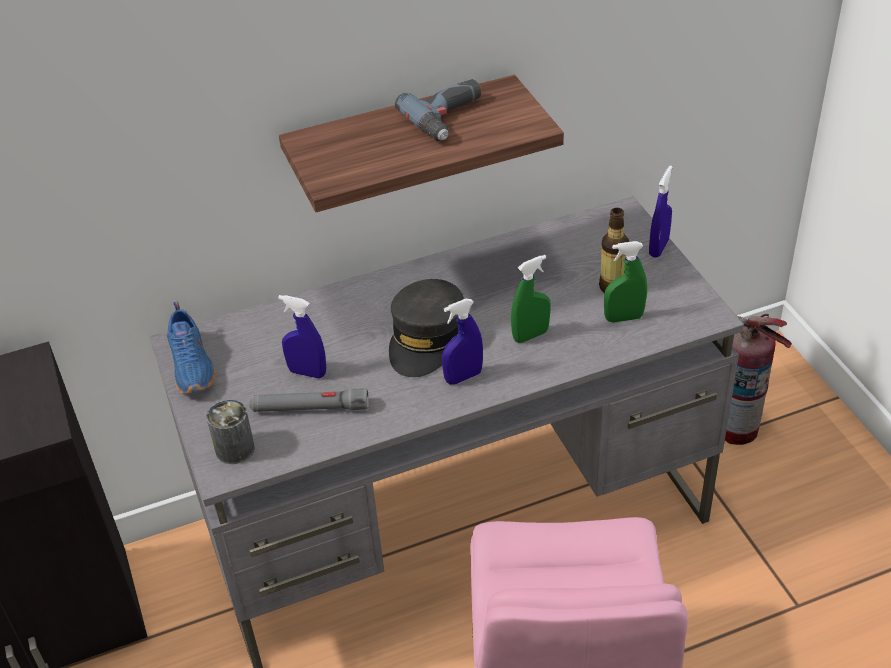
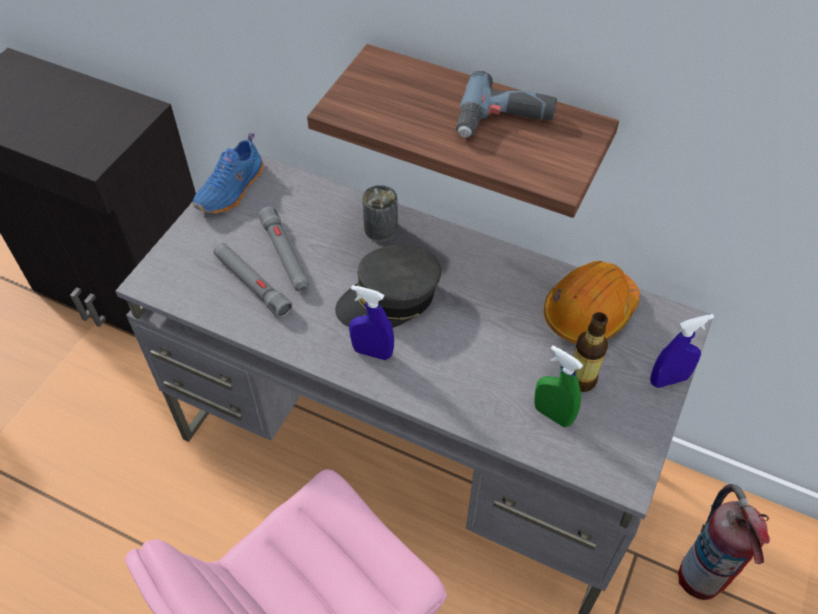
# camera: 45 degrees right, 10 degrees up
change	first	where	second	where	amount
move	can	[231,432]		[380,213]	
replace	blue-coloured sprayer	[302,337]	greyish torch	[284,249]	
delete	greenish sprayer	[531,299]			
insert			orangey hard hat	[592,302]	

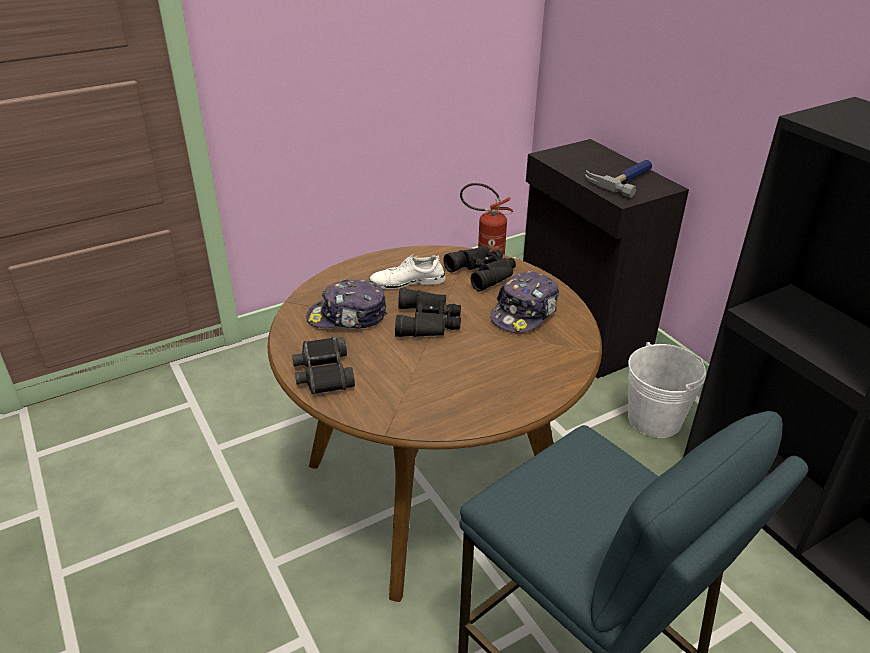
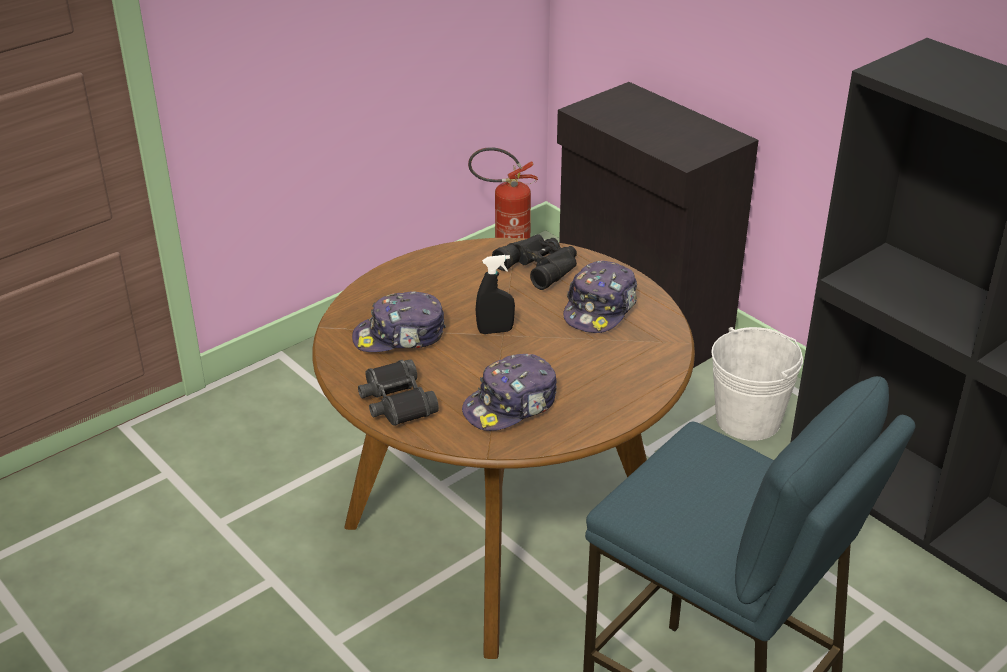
# camera: 10 degrees left, 0 degrees up
change	first	where	second	where	amount
delete	whitish item of footwear	[407,271]			
replace	black-coloured binoculars	[428,312]	black-coloured sprayer	[495,294]	
delete	tool hammer	[618,179]			
insert			baseball cap	[509,392]	

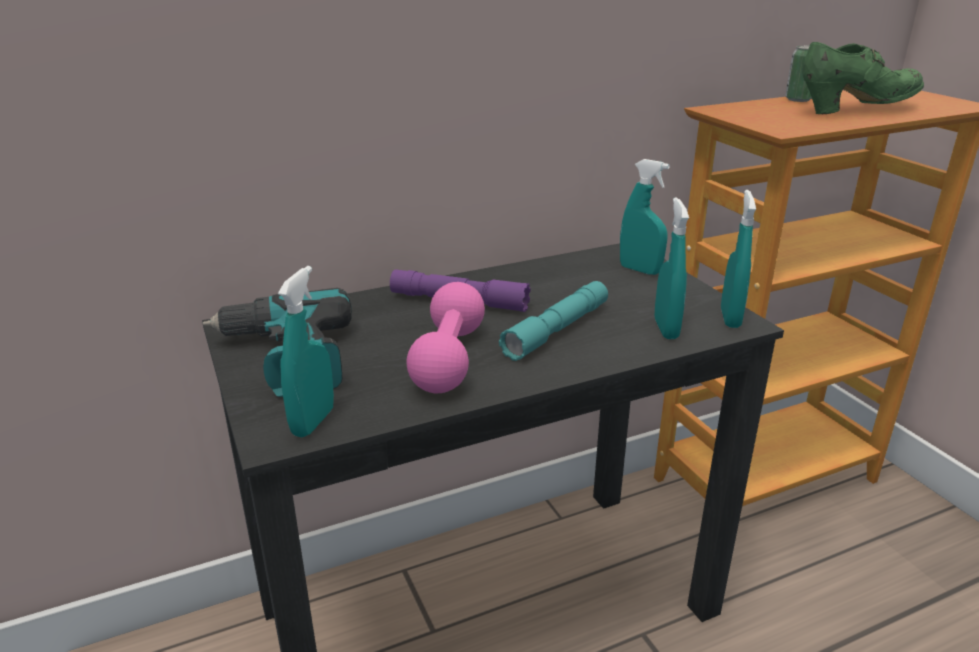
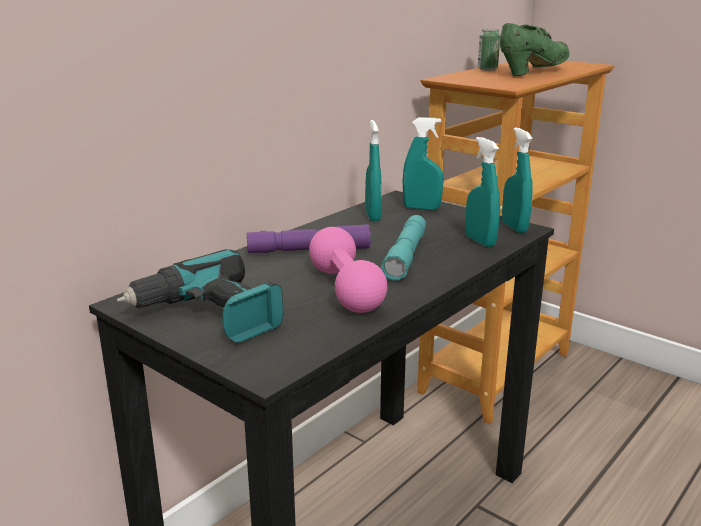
# camera: 25 degrees left, 5 degrees down
change	first	where	second	where	amount
move	blue-green sprayer	[306,351]		[373,170]	

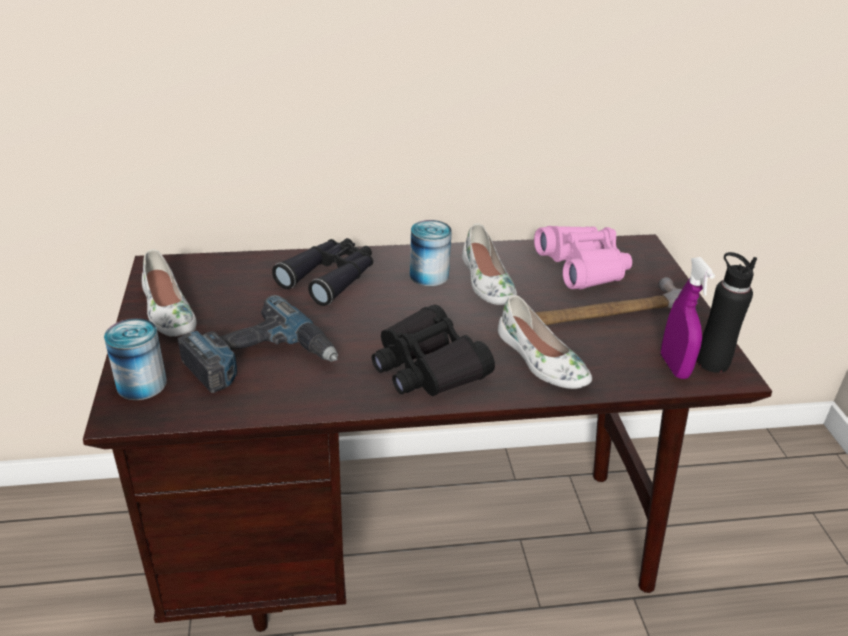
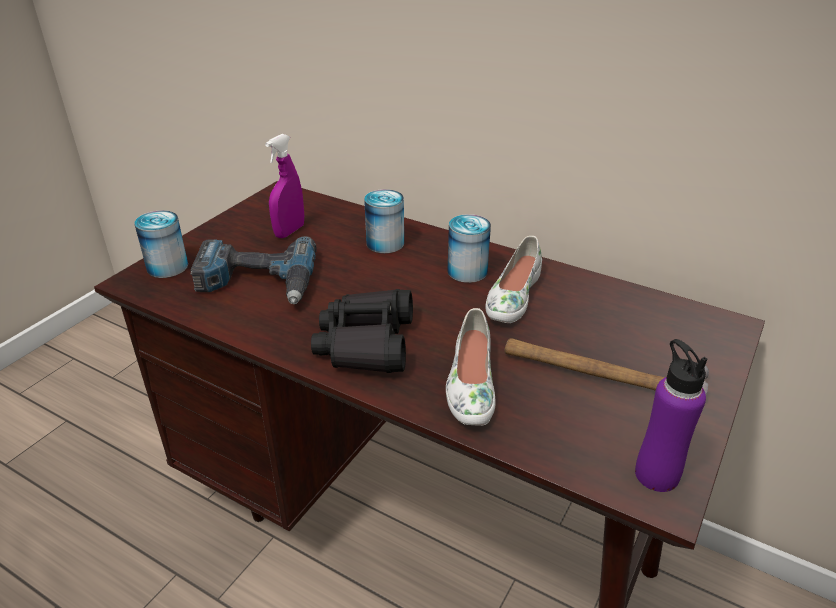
# camera: 40 degrees right, 0 degrees up
change	first	where	second	where	amount
delete	whitish item of footwear	[169,293]			
replace	black-coloured binoculars	[322,272]	can	[384,221]	
delete	pink-coloured binoculars	[583,257]			
move	purple-coloured sprayer	[688,318]		[284,186]	
recolor	black-coloured bottle	[726,312]	purple-coloured bottle	[671,415]	

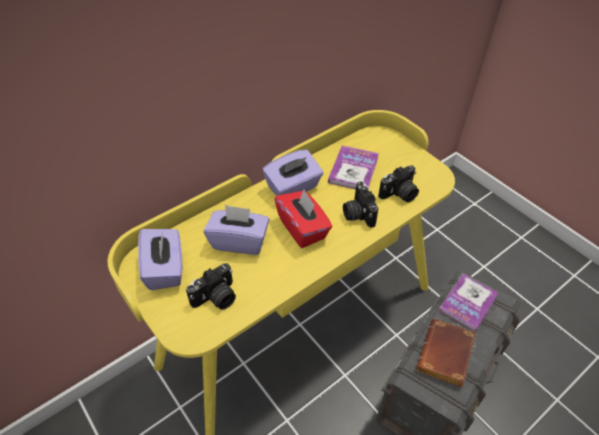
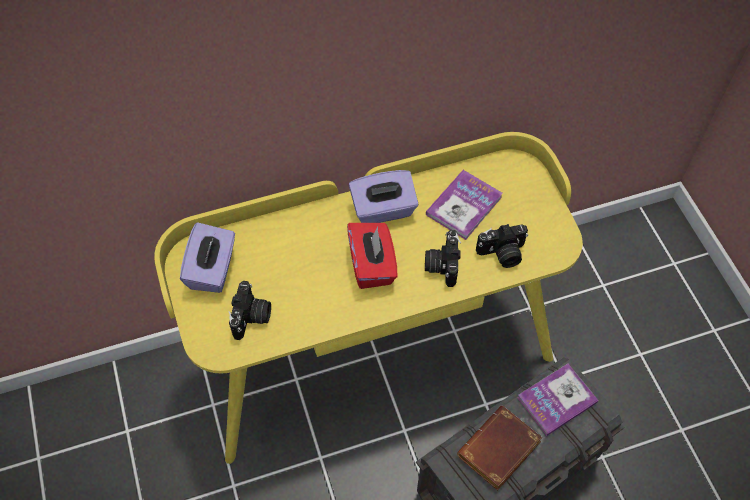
# camera: 20 degrees right, 10 degrees up
change	first	where	second	where	amount
rotate	photo camera	[211,286]		[249,310]	60 degrees counterclockwise
delete	purple-coloured tissue holder	[237,230]			

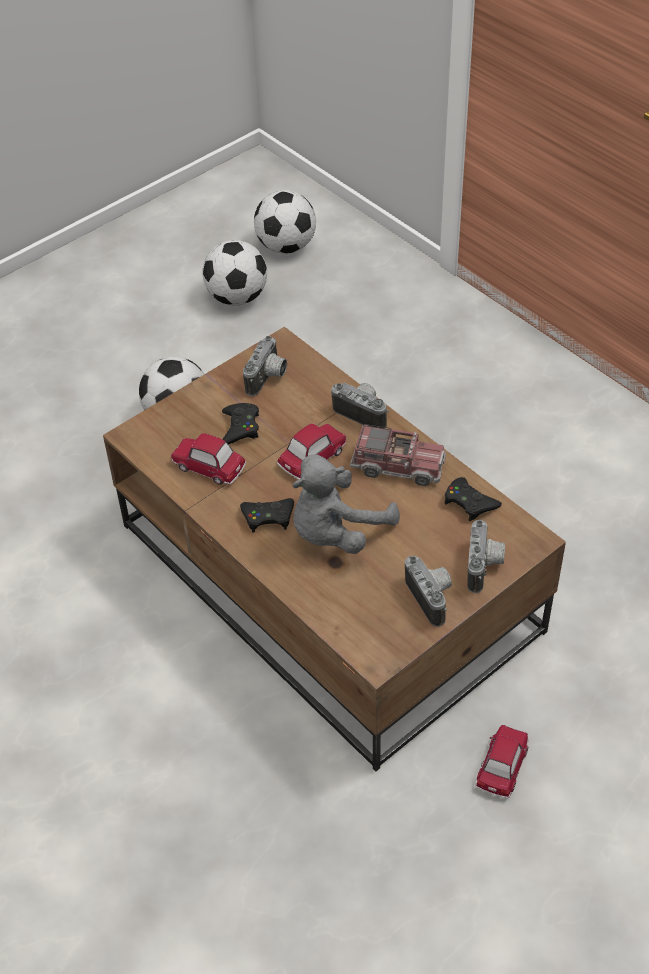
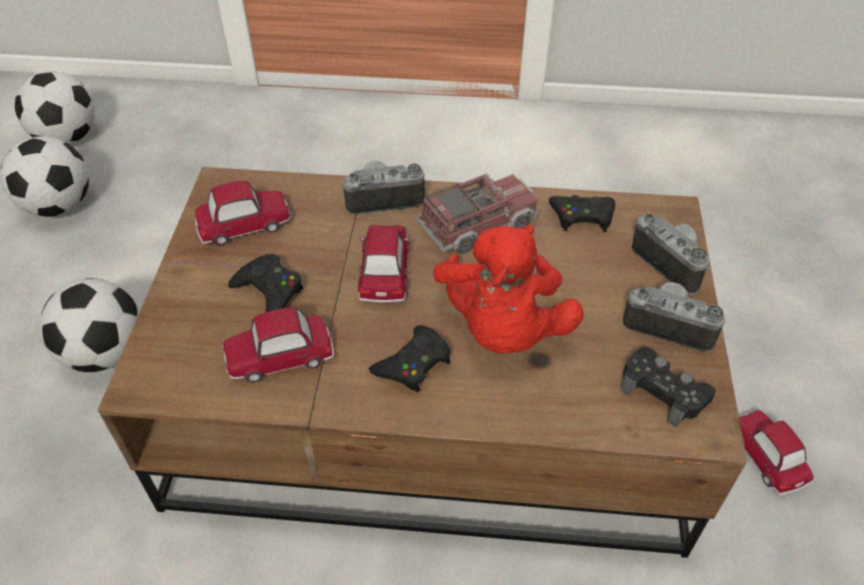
# camera: 45 degrees left, 0 degrees up
change	first	where	second	where	amount
replace	photo camera	[265,366]	model car	[242,213]	
recolor	greyish plush toy	[346,504]	red plush toy	[508,289]	
insert			black-coloured joypad	[668,386]	

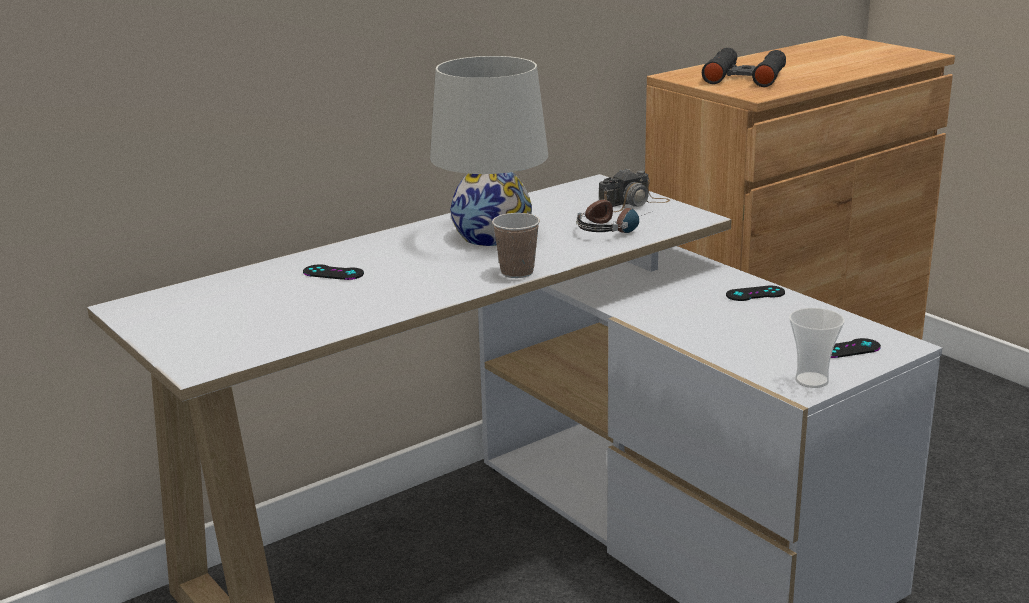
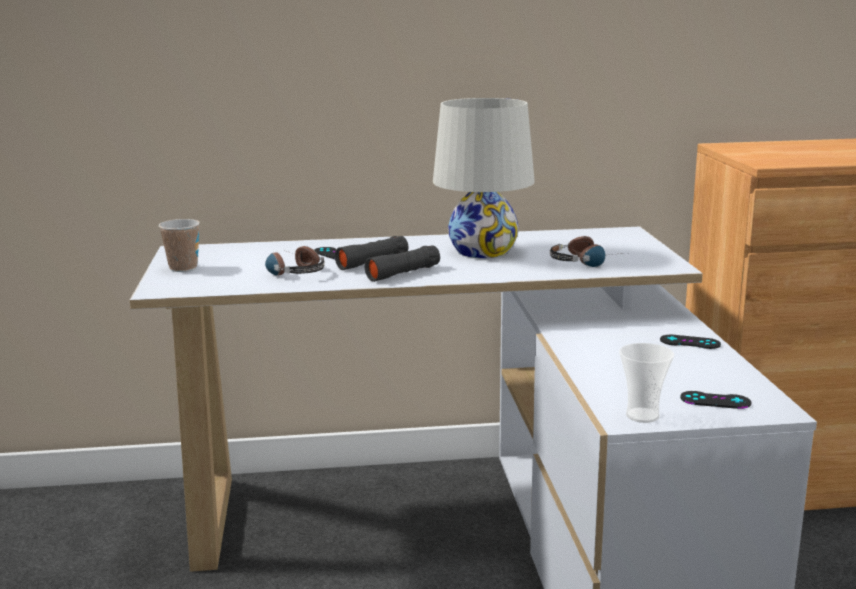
# camera: 30 degrees right, 5 degrees down
change	first	where	second	where	amount
move	drinking cup	[516,245]		[179,245]	
delete	photo camera	[634,190]			
move	black-coloured binoculars	[744,67]		[387,259]	
insert			headphones	[295,261]	

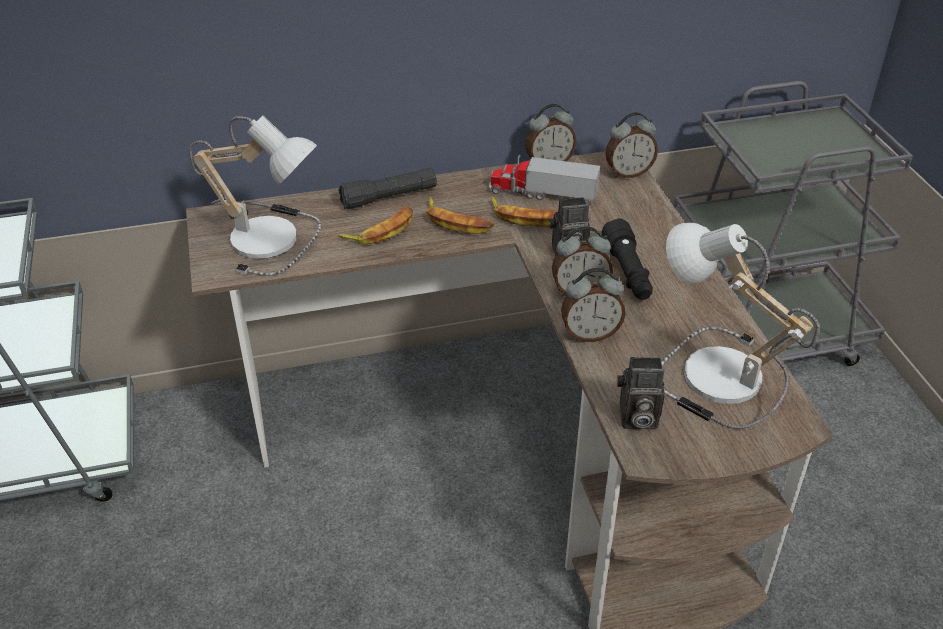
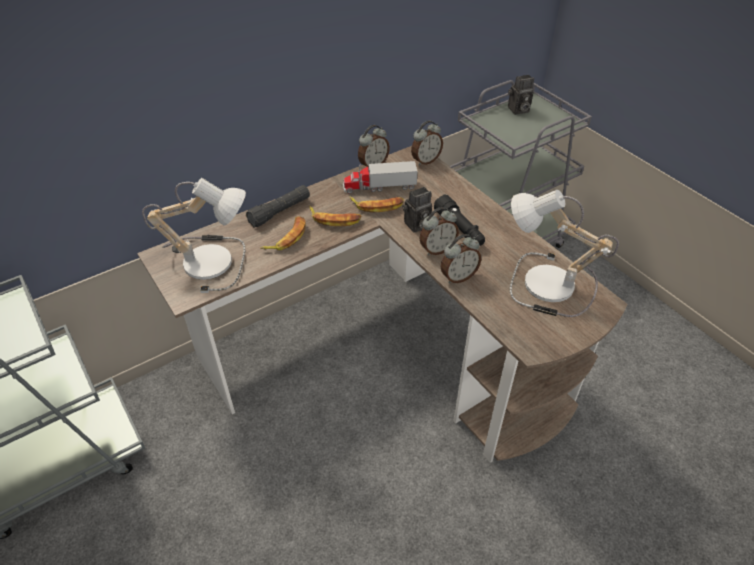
# camera: 20 degrees left, 5 degrees up
change	first	where	second	where	amount
move	photo camera	[641,393]		[521,95]	

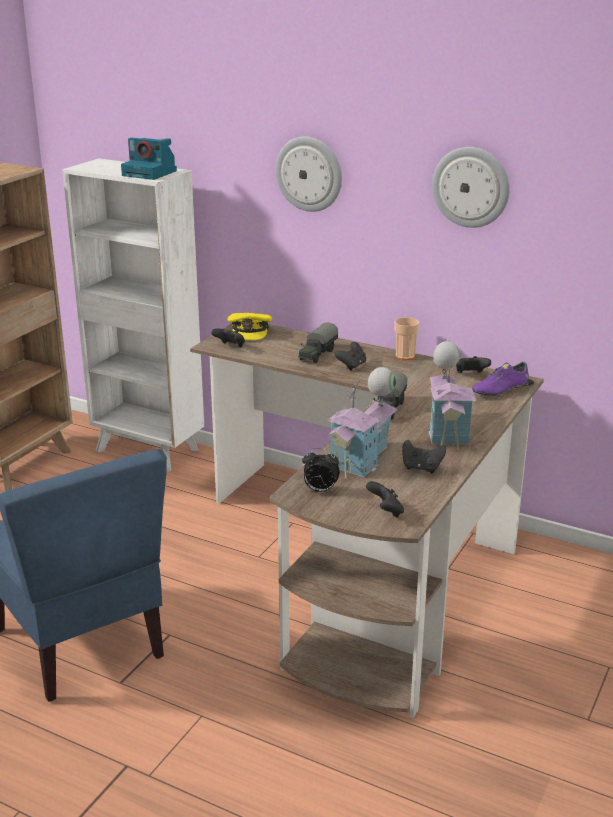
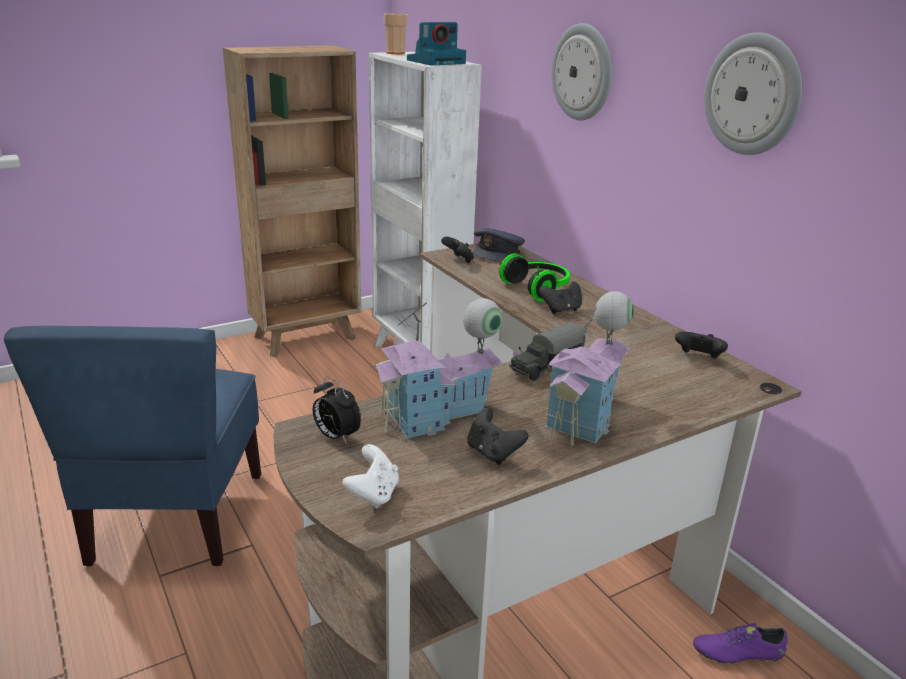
# camera: 30 degrees right, 0 degrees up
change	first	where	second	where	amount
rotate	photo camera	[149,159]		[436,43]	90 degrees counterclockwise
recolor	yellow baseball cap	[249,326]	greyish baseball cap	[499,244]	
replace	toy truck	[318,342]	headphones	[534,278]	
recolor	black-coloured joypad	[385,499]	whitish joypad	[370,476]	
move	drinking cup	[407,338]		[395,33]	
move	purple-coloured item of footwear	[500,379]		[740,643]	

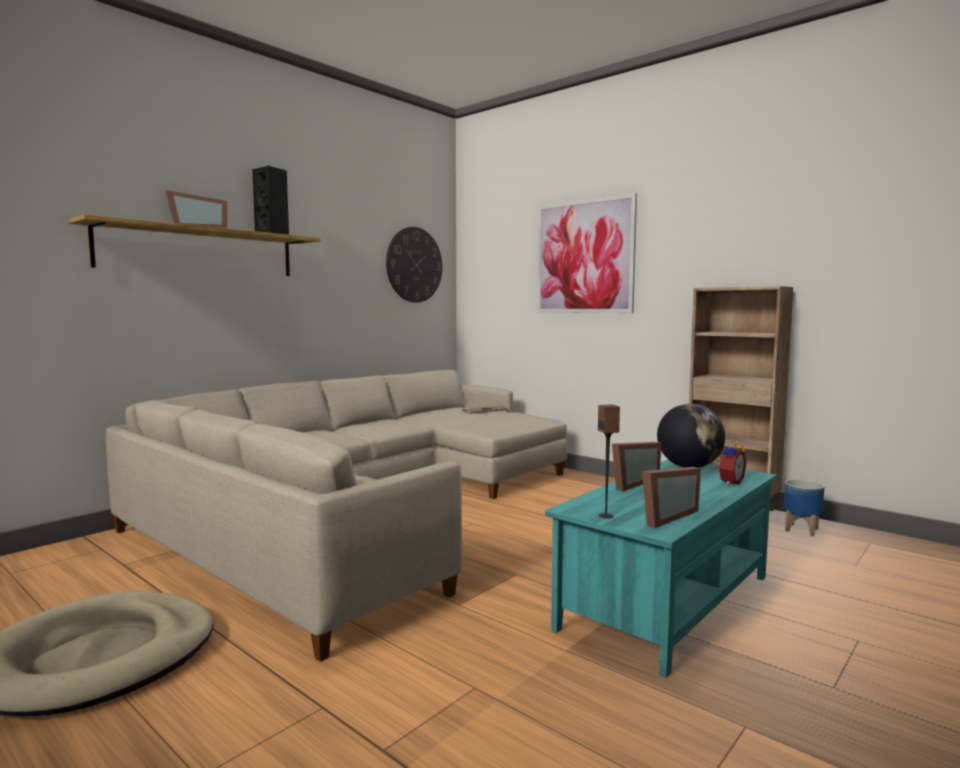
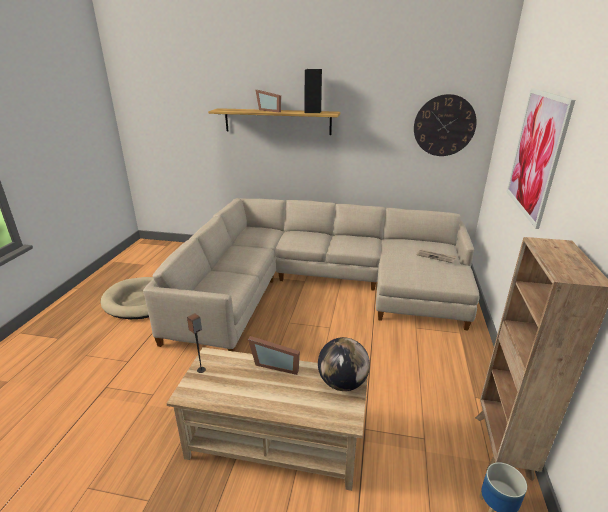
# camera: 60 degrees right, 20 degrees up
change	first	where	second	where	amount
recolor	blue-green coffee table	[661,569]	sand-coloured coffee table	[267,419]	
delete	picture frame	[671,497]			
delete	bedside clock	[731,461]			

